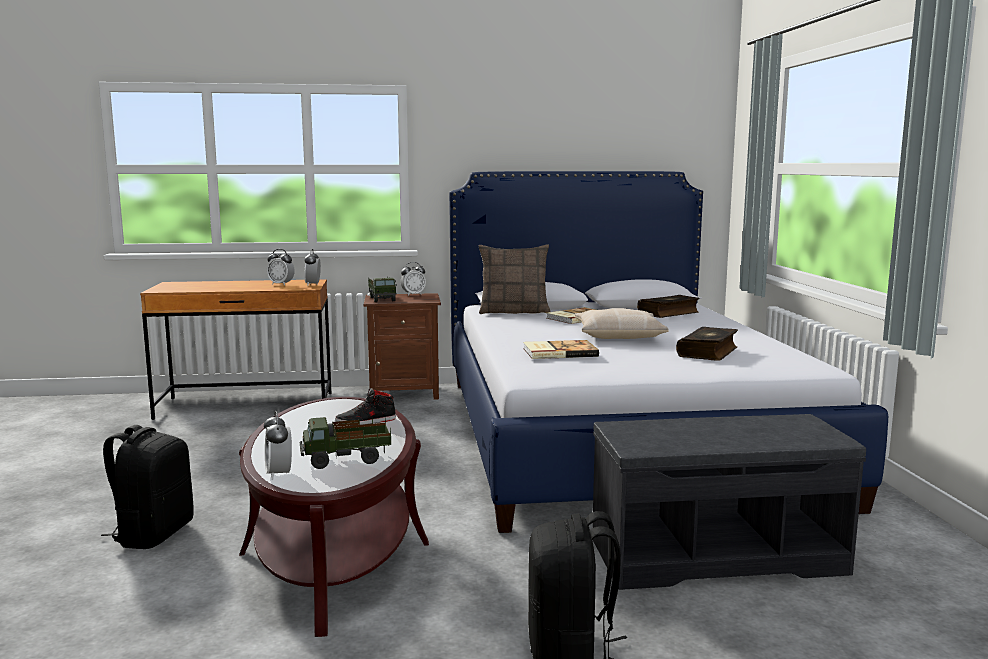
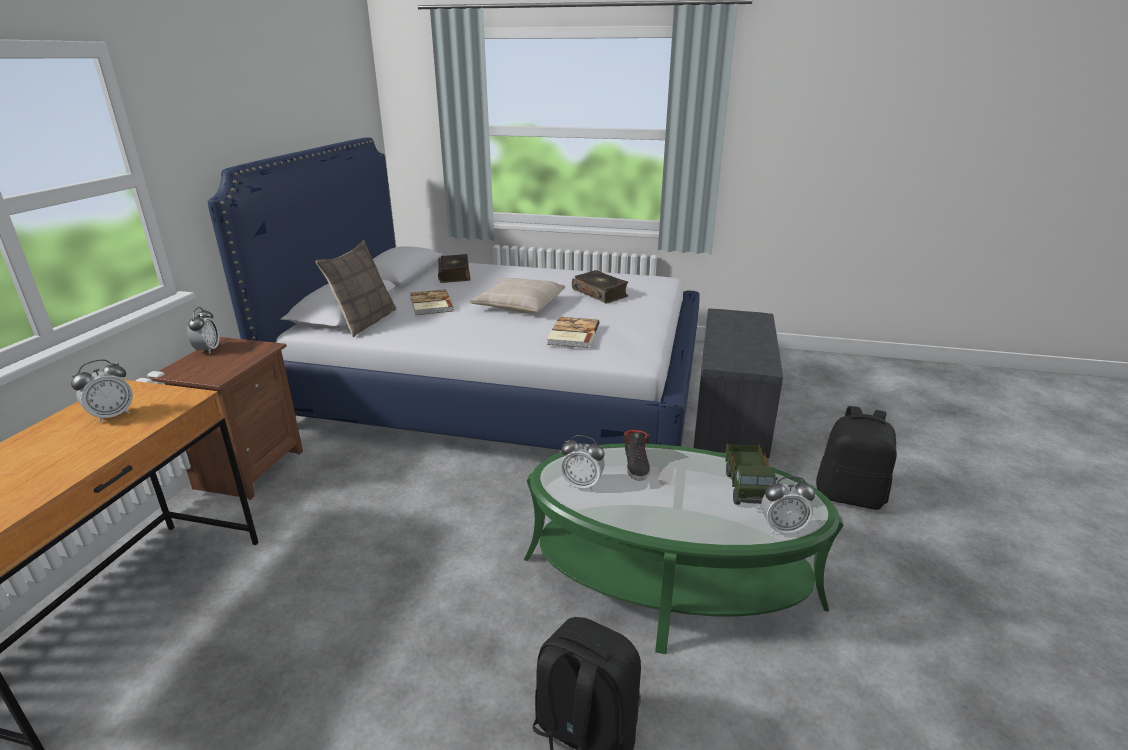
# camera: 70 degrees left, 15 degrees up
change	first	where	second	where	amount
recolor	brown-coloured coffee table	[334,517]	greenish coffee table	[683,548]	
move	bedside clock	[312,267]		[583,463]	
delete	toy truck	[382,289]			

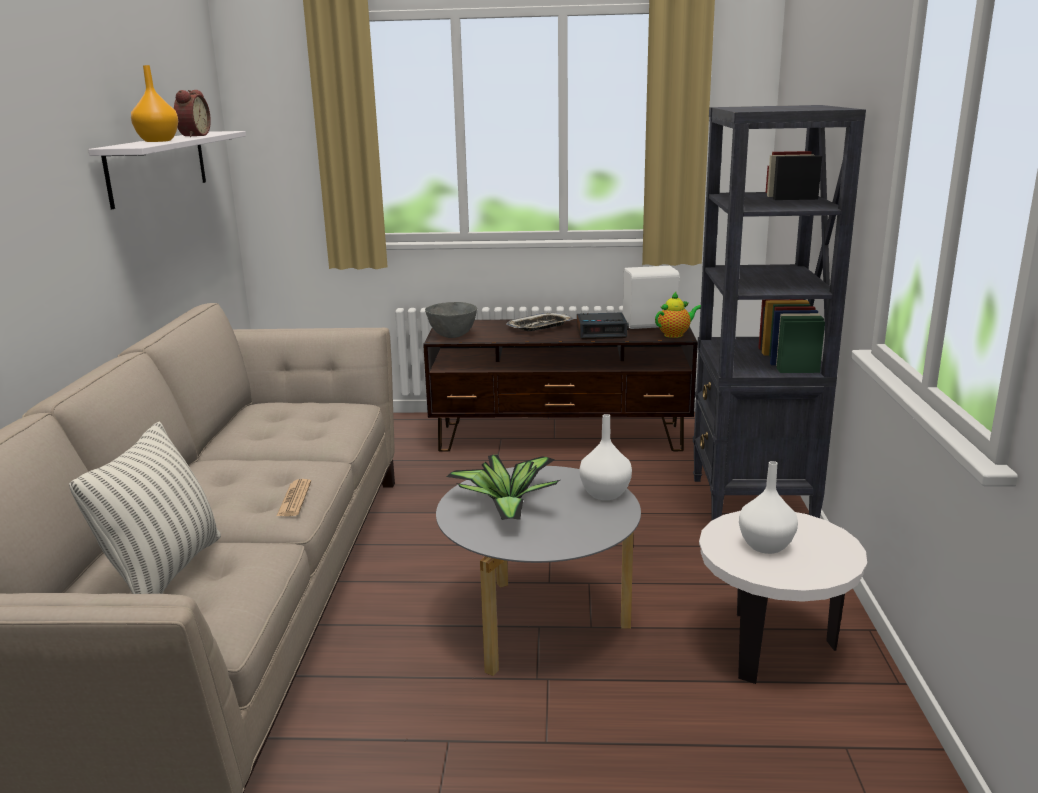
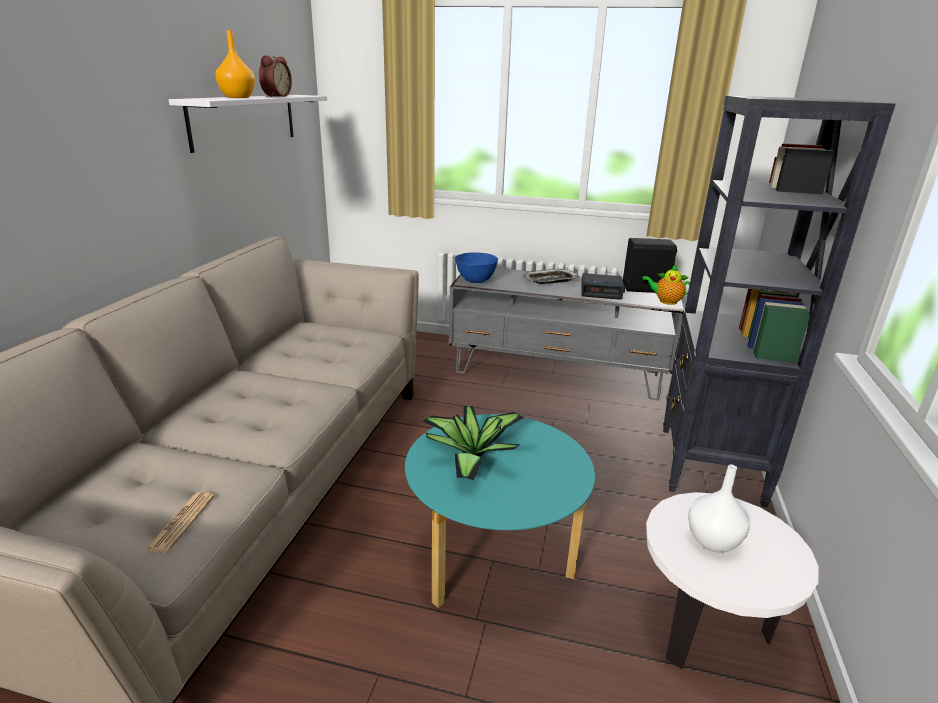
# camera: 10 degrees right, 5 degrees up
change	first	where	second	where	amount
delete	cushion	[145,508]			
move	newspaper	[294,497]		[179,522]	
recolor	brown-coloured tv stand	[560,385]	greyish tv stand	[566,334]	
recolor	greyish bowl	[451,320]	blue-coloured bowl	[476,267]	
recolor	greyish coffee table	[538,571]	blue-green coffee table	[500,511]	
delete	whitish decorative vase	[605,457]			
recolor	whitish speaker	[651,297]	black-coloured speaker	[650,265]	
rotate	tea pot	[678,315]		[666,284]	150 degrees counterclockwise

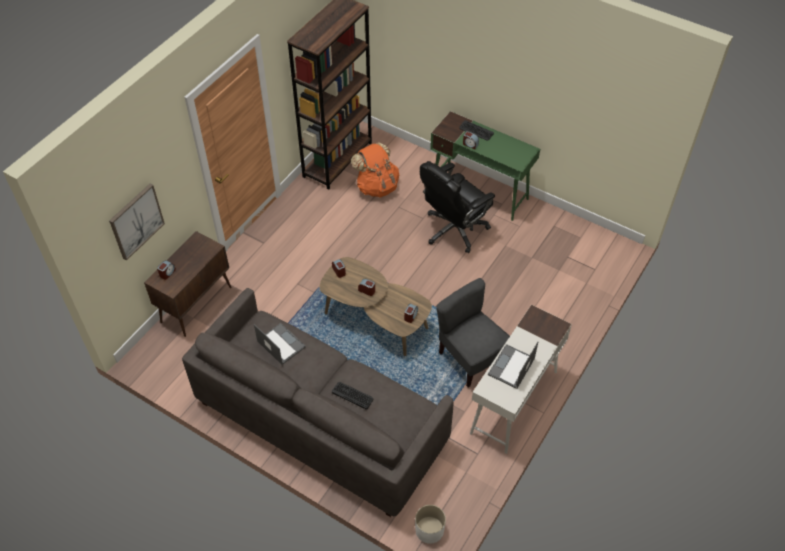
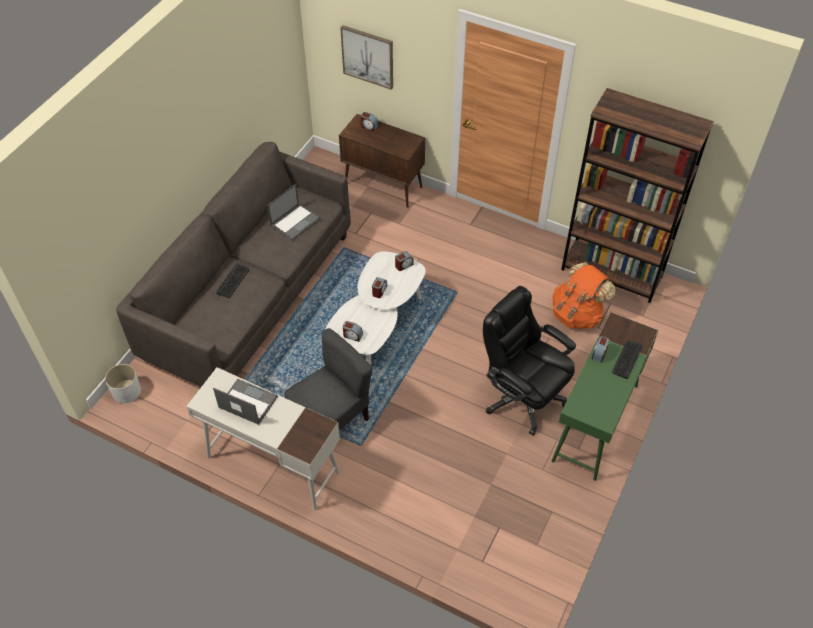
# camera: 85 degrees right, 0 degrees up
change	first	where	second	where	amount
recolor	brown-coloured coffee table	[375,306]	whitish coffee table	[375,313]	

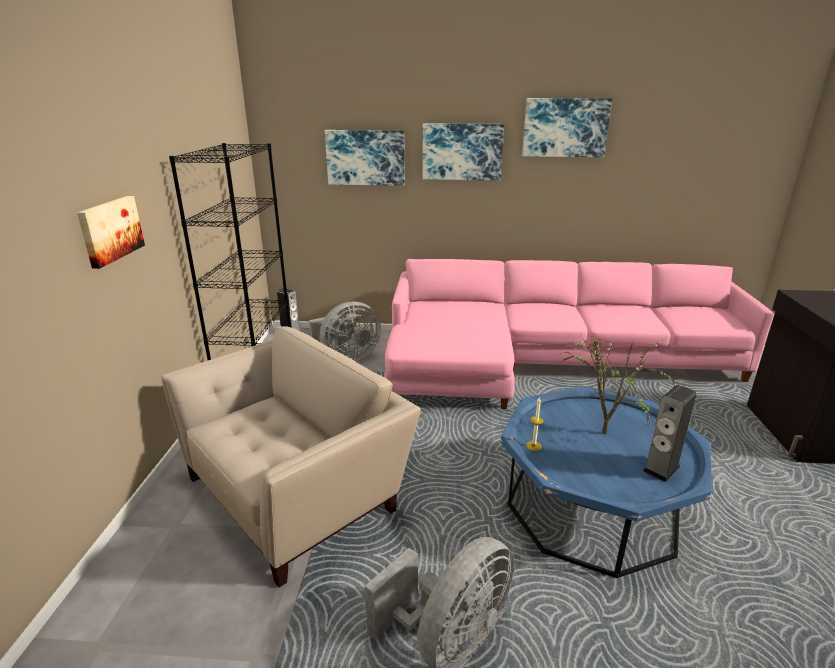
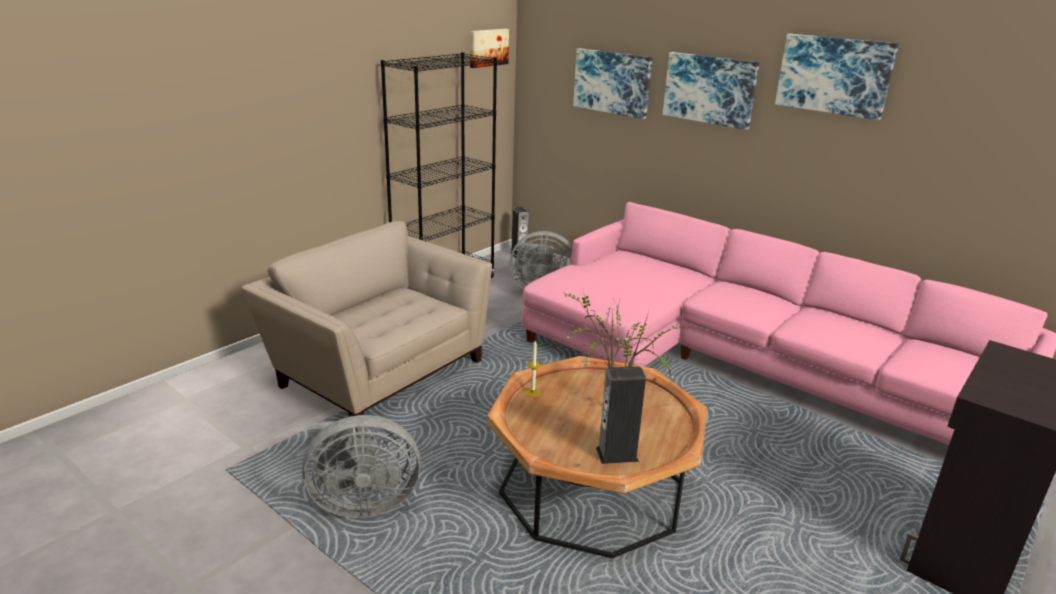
# camera: 35 degrees right, 0 degrees up
change	first	where	second	where	amount
move	picture	[111,232]		[489,48]	
rotate	sand-coloured easy chair	[291,457]		[367,319]	135 degrees counterclockwise
recolor	blue-coloured coffee table	[606,482]	brown-coloured coffee table	[597,457]	

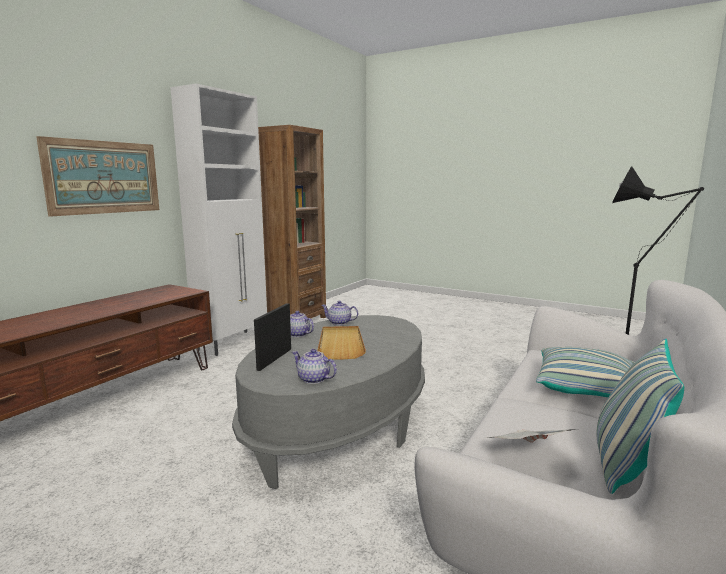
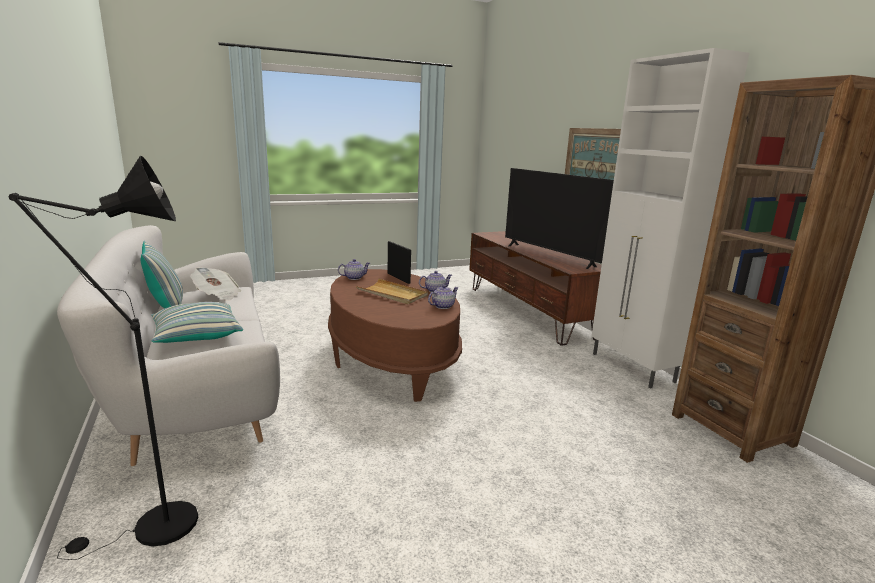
# camera: 125 degrees right, 5 degrees up
change	first	where	second	where	amount
recolor	greyish coffee table	[328,402]	brown-coloured coffee table	[395,335]	
insert			television	[559,218]	

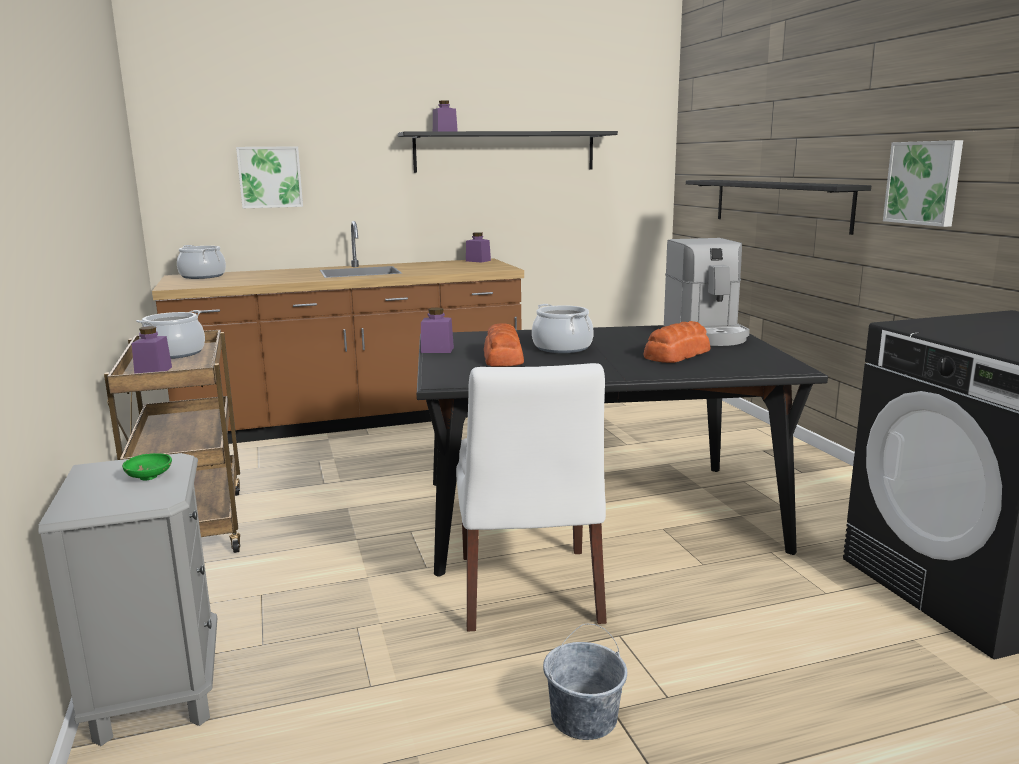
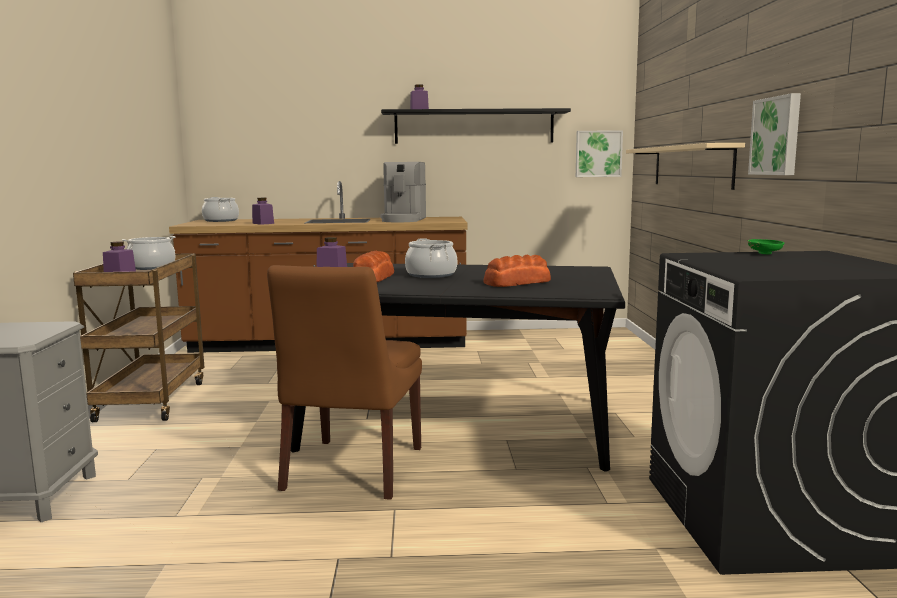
# camera: 15 degrees right, 5 degrees down
change	first	where	second	where	amount
move	greenish bowl	[147,466]		[766,246]	
move	picture	[269,177]		[599,153]	
recolor	whitish chair	[531,497]	brown-coloured chair	[344,382]	
move	purple-coloured preserve jar	[478,247]		[263,211]	
delete	greyish pail	[585,682]			
move	coffee maker	[707,292]		[403,192]	
recolor	black-coloured shelf	[778,207]	sand-coloured shelf	[685,166]	

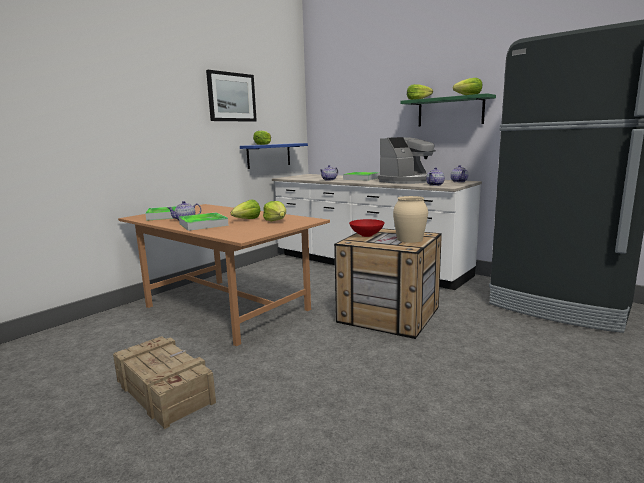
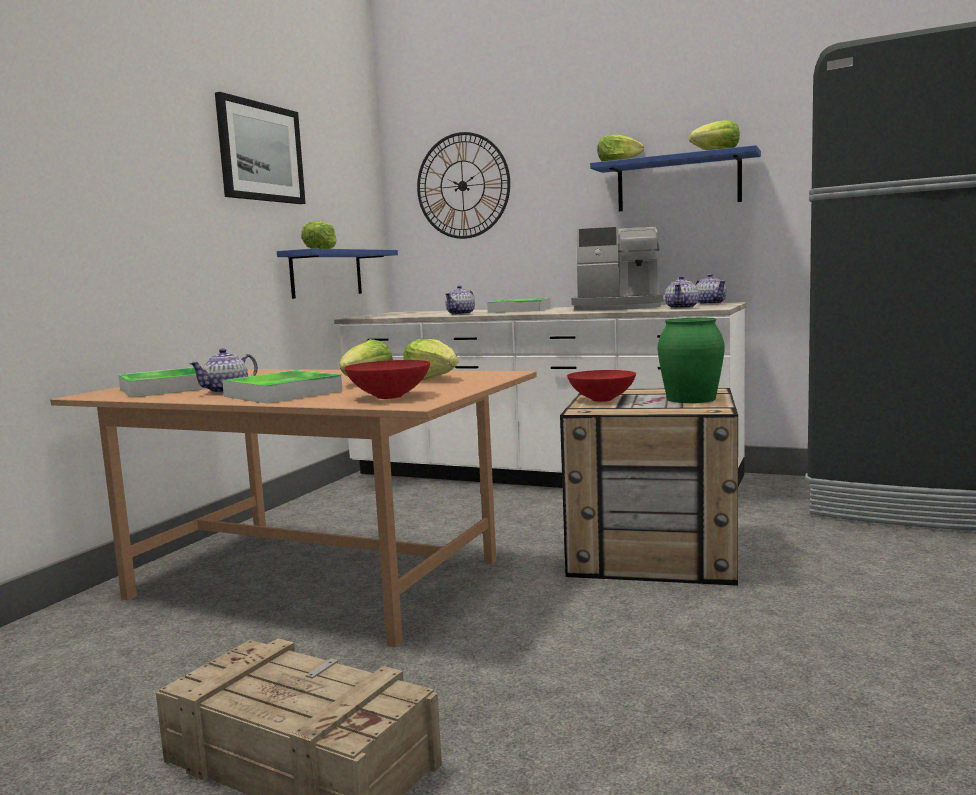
# camera: 15 degrees left, 5 degrees down
change	first	where	second	where	amount
rotate	coffee maker	[407,160]		[617,268]	60 degrees clockwise
recolor	sand-coloured decorative vase	[410,219]	greenish decorative vase	[691,360]	
recolor	greenish shelf	[448,110]	blue-coloured shelf	[675,178]	
insert			red bowl	[387,379]	
insert			clock on the wall	[463,185]	

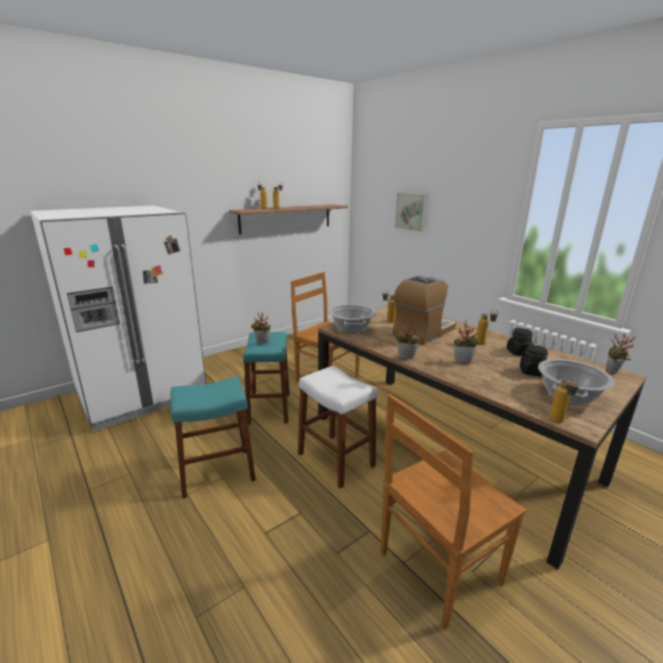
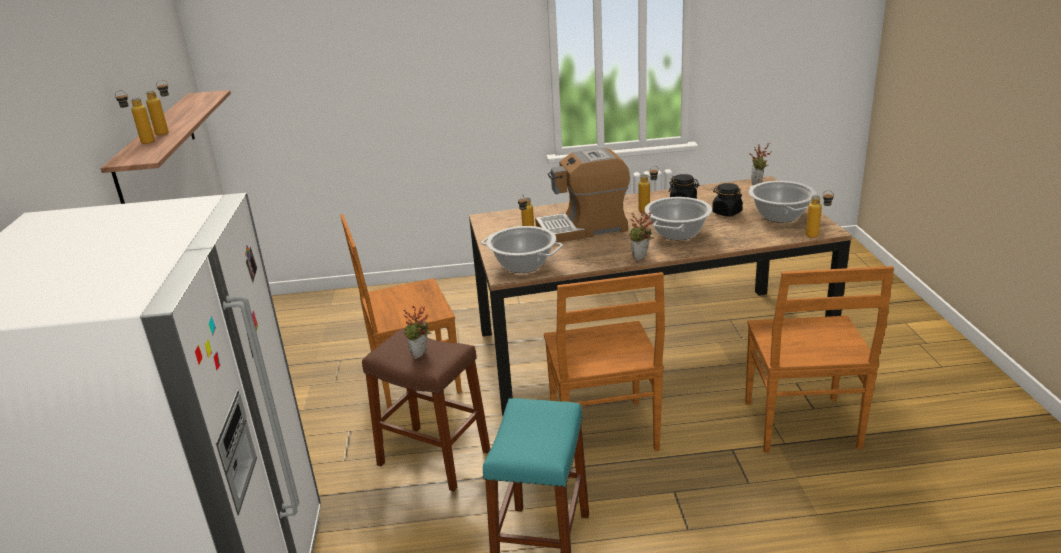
# camera: 55 degrees left, 5 degrees up
change	first	where	second	where	amount
recolor	blue-green sitting stool	[266,378]	brown-coloured sitting stool	[426,410]	
replace	whitish sitting stool	[338,427]	brown-coloured chair	[604,361]	
rotate	coffee maker	[424,310]		[582,195]	90 degrees counterclockwise
delete	picture	[411,212]			
replace	houseplant	[467,342]	cooking pot	[678,218]	

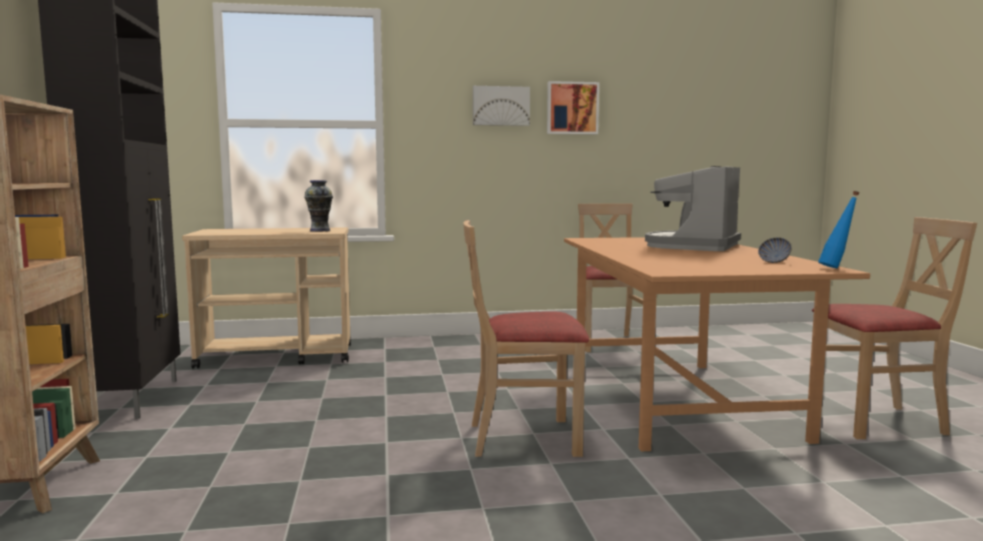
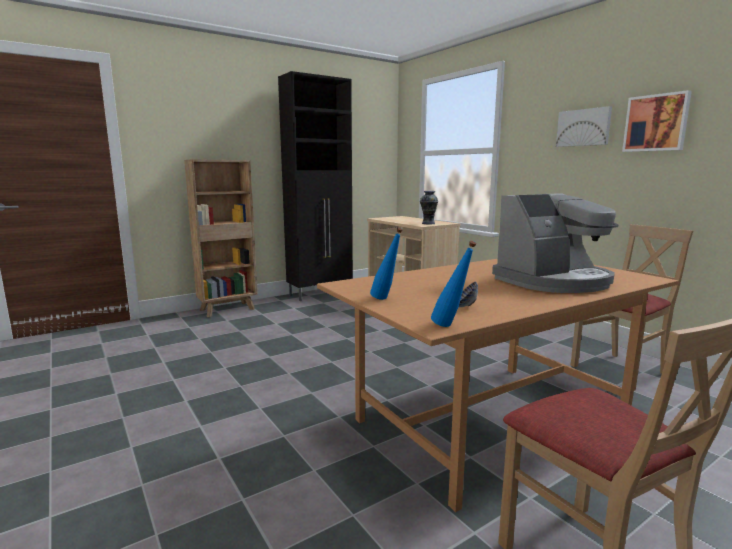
# camera: 65 degrees right, 5 degrees up
change	first	where	second	where	amount
delete	sand-coloured chair	[526,338]			
rotate	coffee maker	[693,208]		[555,243]	150 degrees clockwise
insert			blue-coloured bottle	[386,264]	

